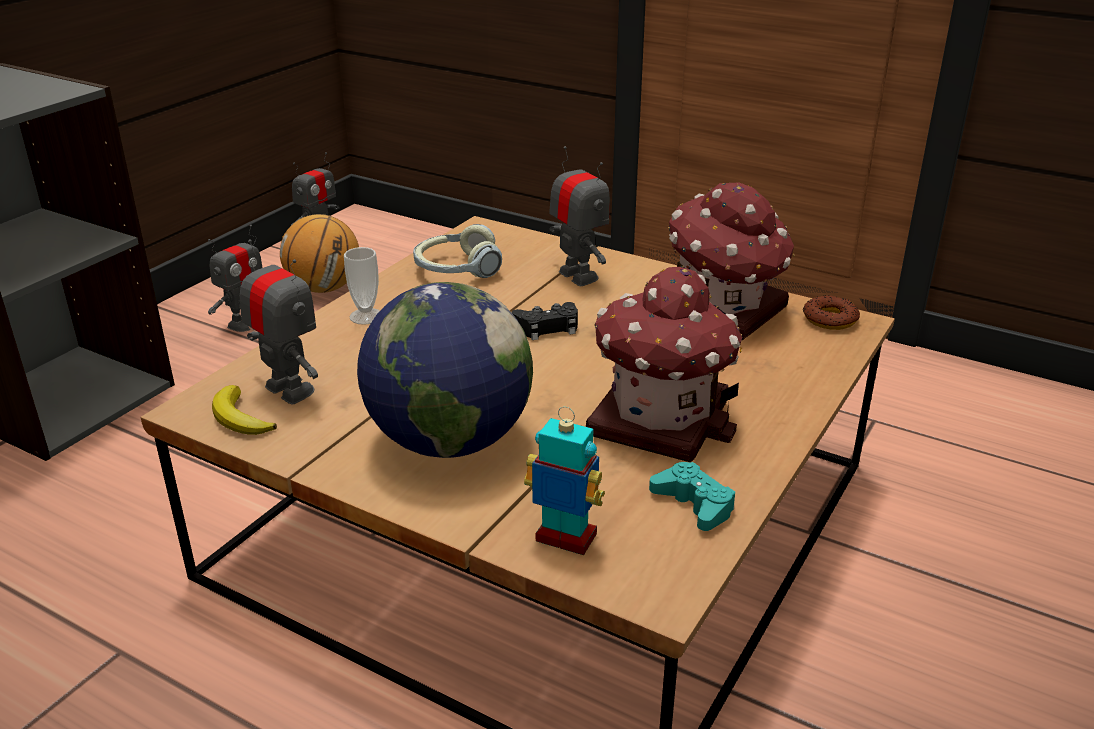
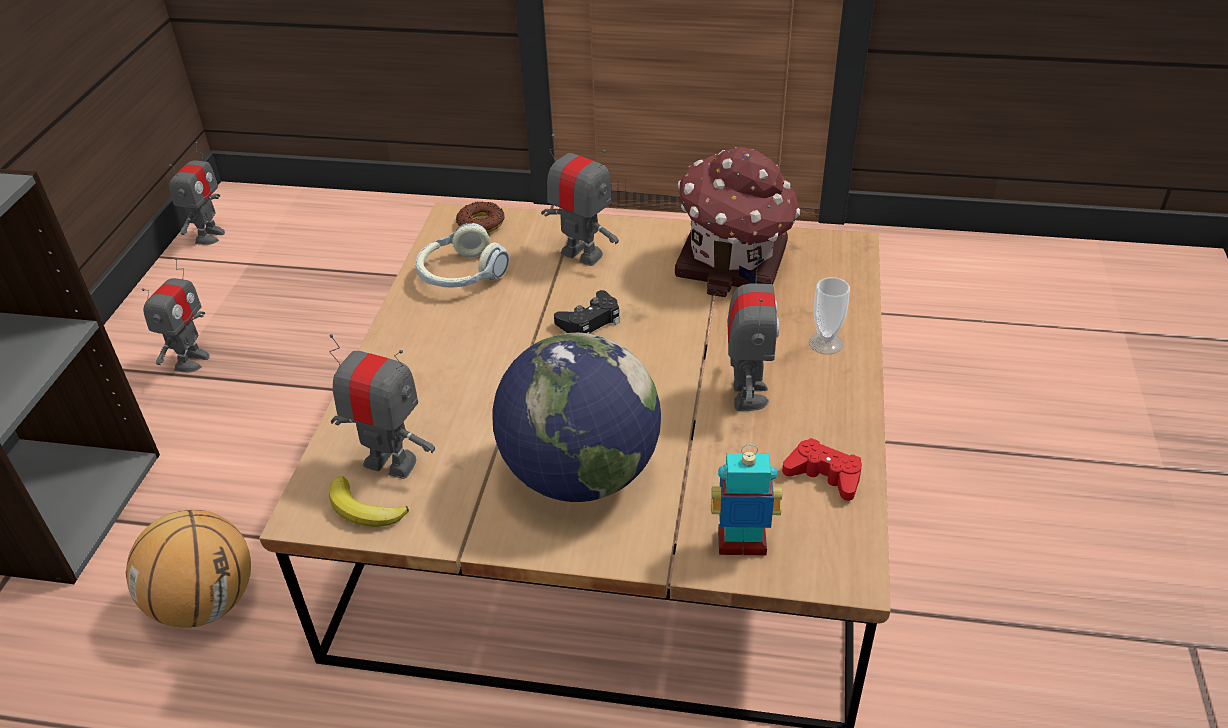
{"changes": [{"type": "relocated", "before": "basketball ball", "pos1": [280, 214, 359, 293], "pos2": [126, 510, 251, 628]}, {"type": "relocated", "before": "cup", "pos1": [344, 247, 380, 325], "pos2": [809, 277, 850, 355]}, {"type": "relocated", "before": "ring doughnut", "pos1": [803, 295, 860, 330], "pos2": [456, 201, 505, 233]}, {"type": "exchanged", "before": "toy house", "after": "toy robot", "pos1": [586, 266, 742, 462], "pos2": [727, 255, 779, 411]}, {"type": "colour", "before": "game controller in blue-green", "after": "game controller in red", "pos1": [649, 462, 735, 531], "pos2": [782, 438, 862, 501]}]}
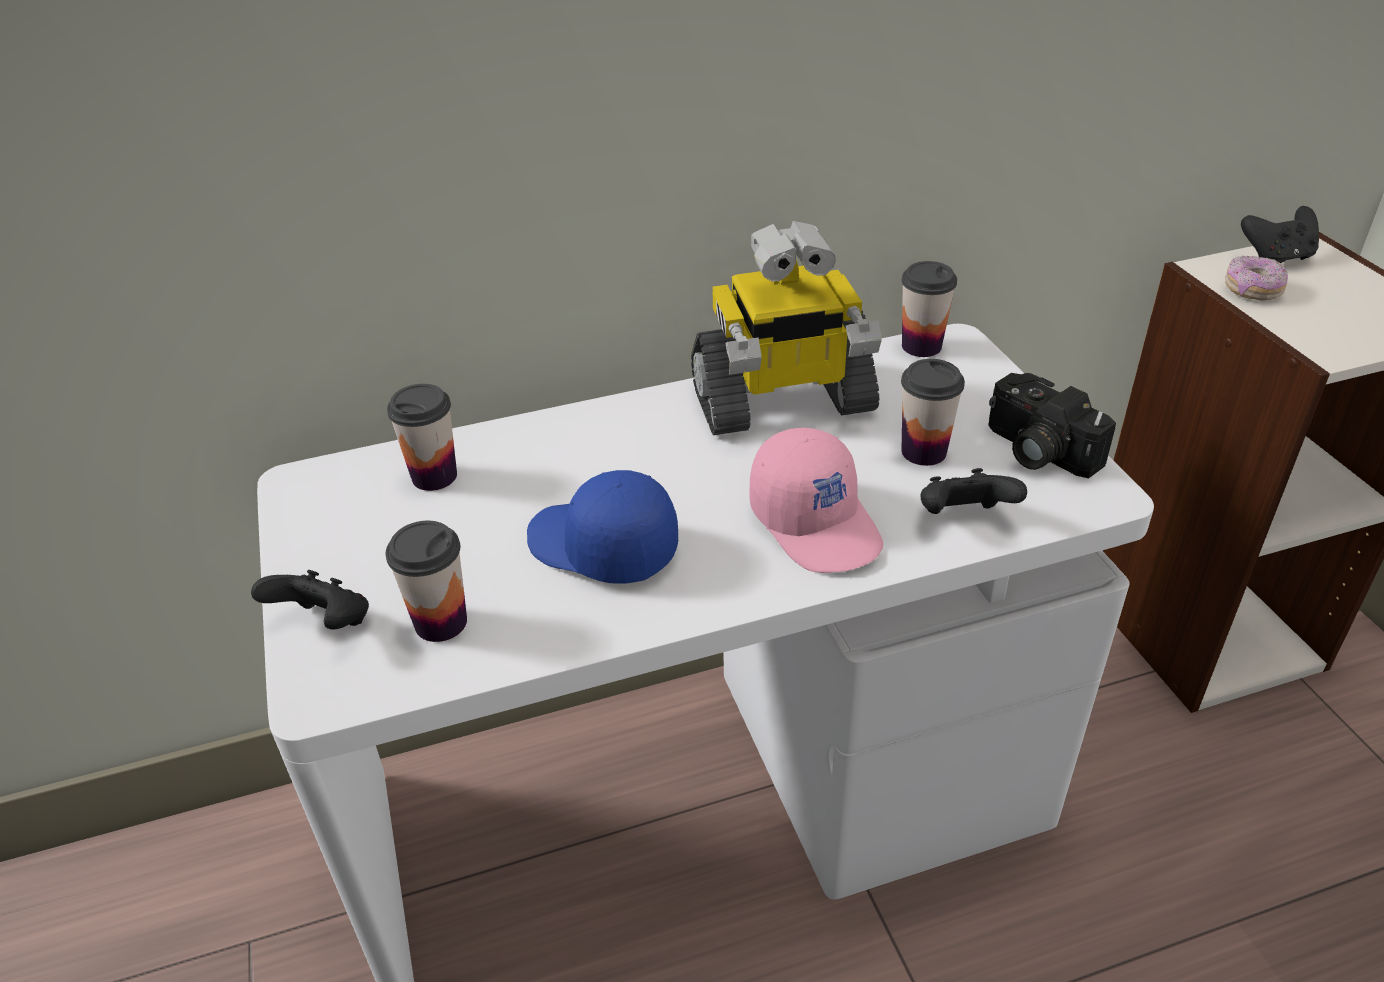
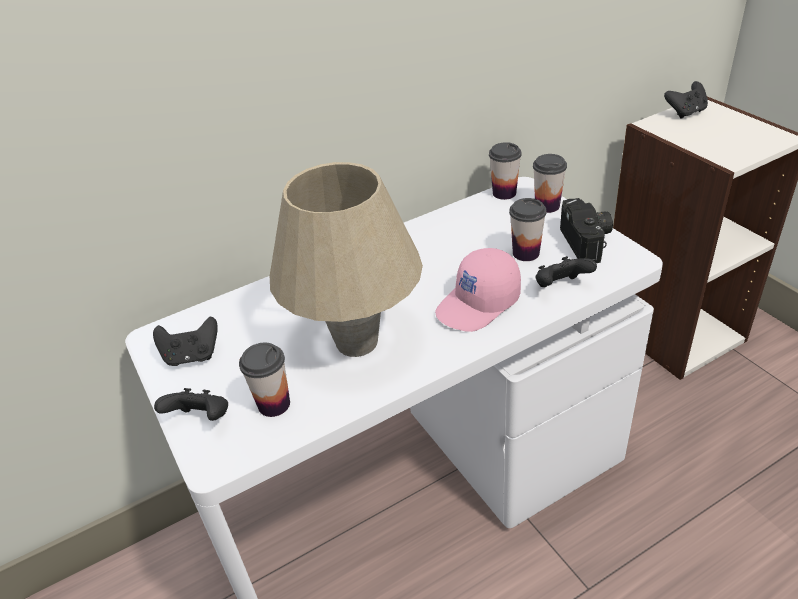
{"changes": [{"type": "missing", "before": "toy robot", "pos1": [691, 221, 882, 435]}, {"type": "missing", "before": "ring doughnut", "pos1": [1225, 256, 1288, 301]}, {"type": "appeared", "after": "game controller in black-coloured", "pos2": [153, 317, 218, 366]}, {"type": "relocated", "before": "cup", "pos1": [387, 384, 457, 491], "pos2": [533, 154, 567, 213]}, {"type": "exchanged", "before": "baseball cap in bluish", "after": "lamp for a table in beige", "pos1": [527, 470, 678, 584], "pos2": [270, 162, 423, 357]}, {"type": "spun", "before": "baseball cap in pink", "pos1": [749, 428, 883, 573], "pos2": [435, 248, 521, 332], "turn": 90}, {"type": "spun", "before": "photo camera", "pos1": [988, 373, 1116, 478], "pos2": [560, 198, 613, 263], "turn": -135}]}
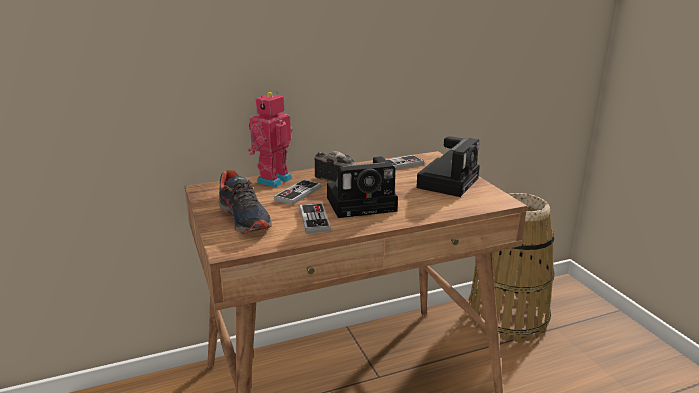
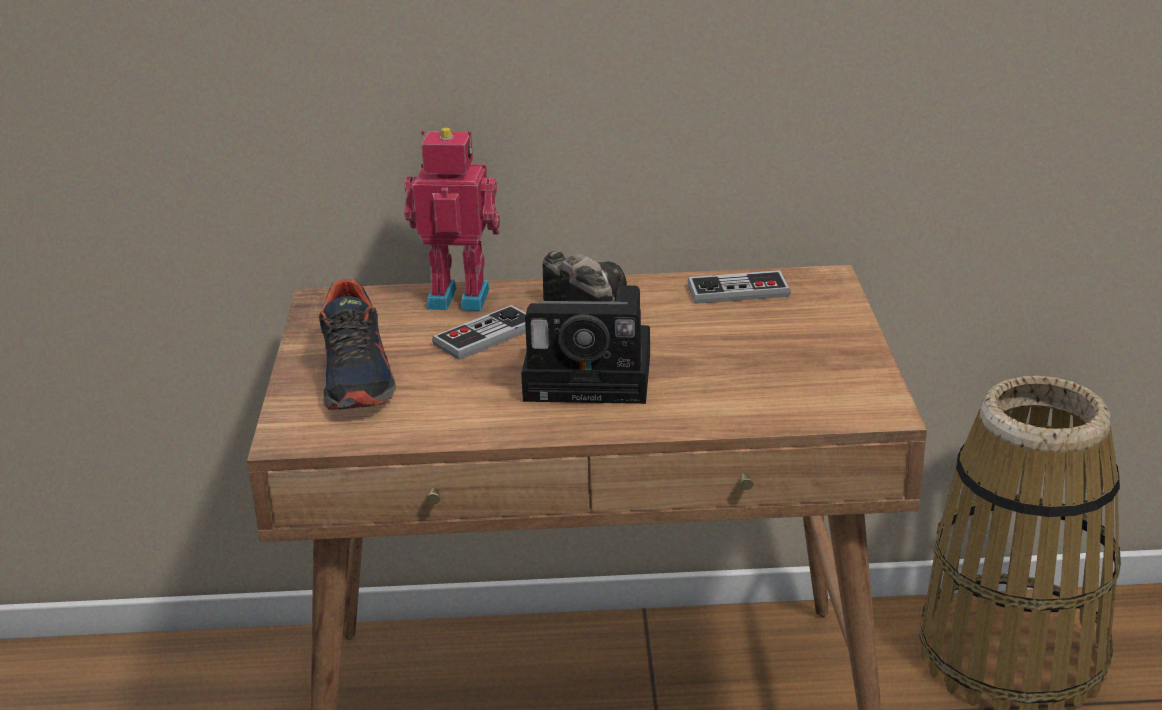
{"changes": [{"type": "missing", "before": "game controller", "pos1": [300, 203, 331, 233]}, {"type": "missing", "before": "photo camera", "pos1": [416, 136, 480, 197]}, {"type": "spun", "before": "toy robot", "pos1": [248, 91, 292, 187], "pos2": [404, 128, 500, 311], "turn": 45}]}
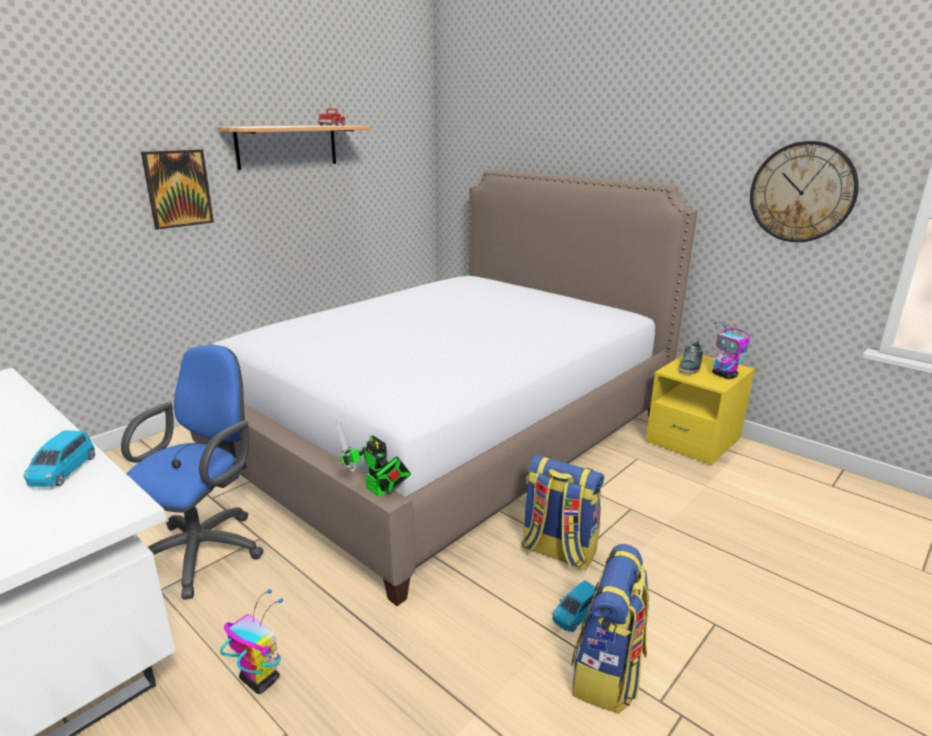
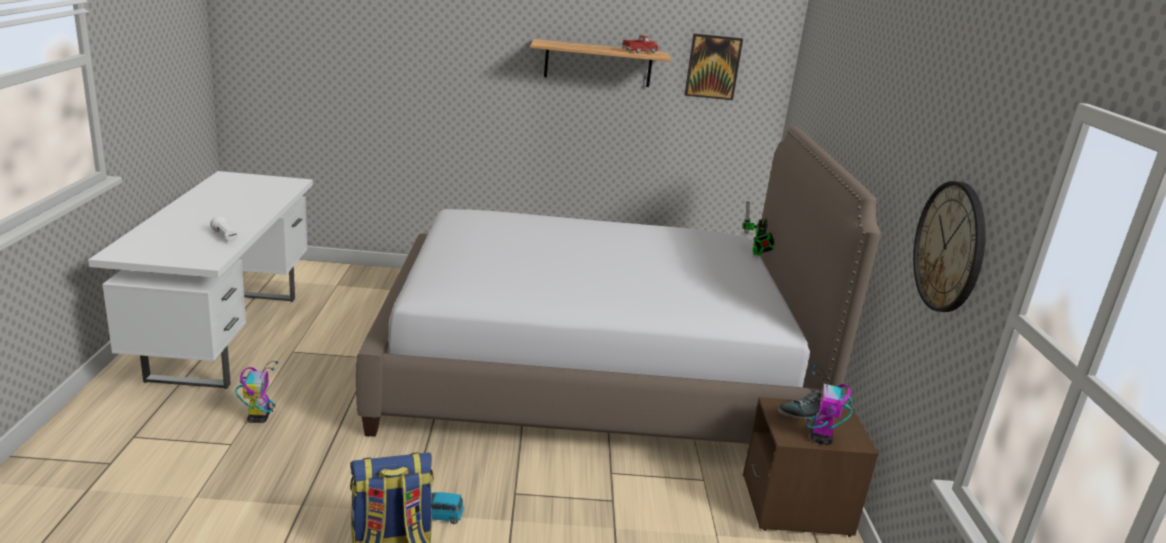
{"changes": [{"type": "missing", "before": "office chair in bluish", "pos1": [121, 345, 264, 600]}, {"type": "missing", "before": "backpack", "pos1": [521, 455, 604, 570]}, {"type": "relocated", "before": "wall picture", "pos1": [141, 149, 214, 230], "pos2": [685, 33, 743, 100]}, {"type": "relocated", "before": "toy robot", "pos1": [336, 420, 411, 497], "pos2": [742, 200, 774, 256]}, {"type": "exchanged", "before": "model car in bluish", "after": "flashlight in white", "pos1": [23, 430, 95, 487], "pos2": [210, 216, 238, 241]}, {"type": "colour", "before": "night table in yellow", "after": "night table in brownish", "pos1": [646, 355, 755, 465], "pos2": [743, 397, 878, 537]}]}
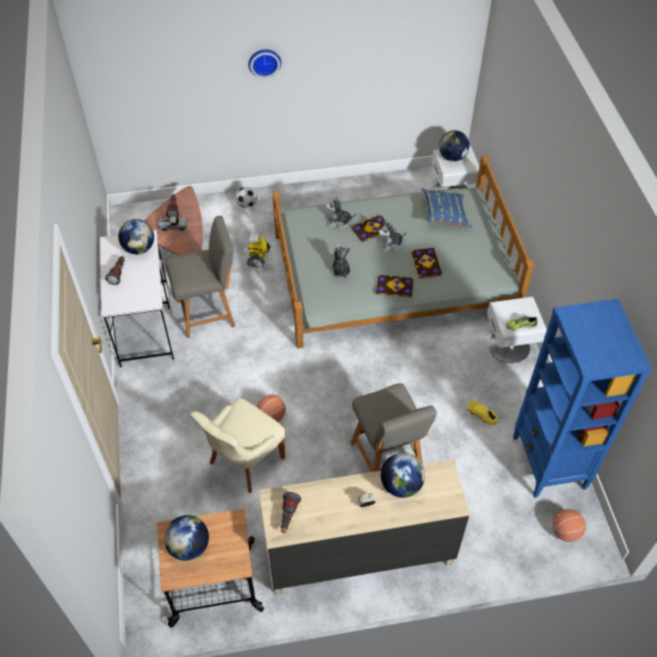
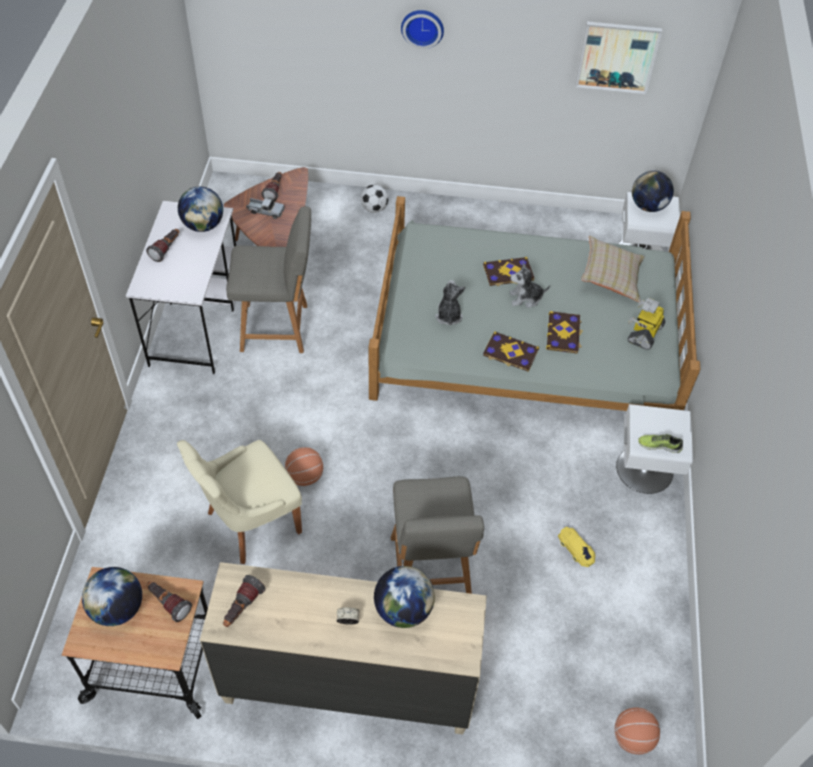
{"changes": [{"type": "missing", "before": "soft toy", "pos1": [326, 195, 356, 229]}, {"type": "missing", "before": "bookshelf in bluish", "pos1": [513, 299, 652, 498]}, {"type": "appeared", "after": "flashlight", "pos2": [146, 581, 192, 622]}, {"type": "appeared", "after": "wall picture", "pos2": [575, 21, 662, 94]}, {"type": "relocated", "before": "toy robot", "pos1": [243, 233, 270, 268], "pos2": [628, 298, 665, 350]}, {"type": "colour", "before": "throw pillow in bluish", "after": "throw pillow in beige", "pos1": [421, 188, 472, 228], "pos2": [581, 235, 645, 302]}]}
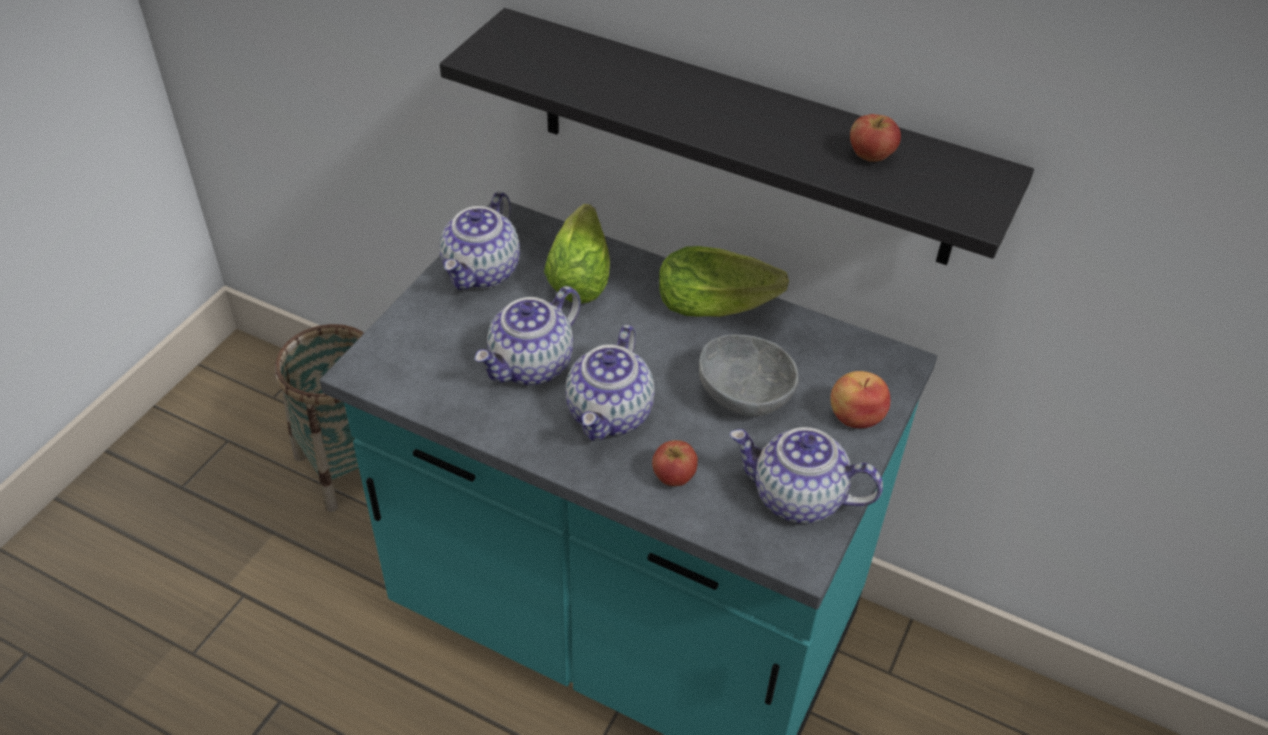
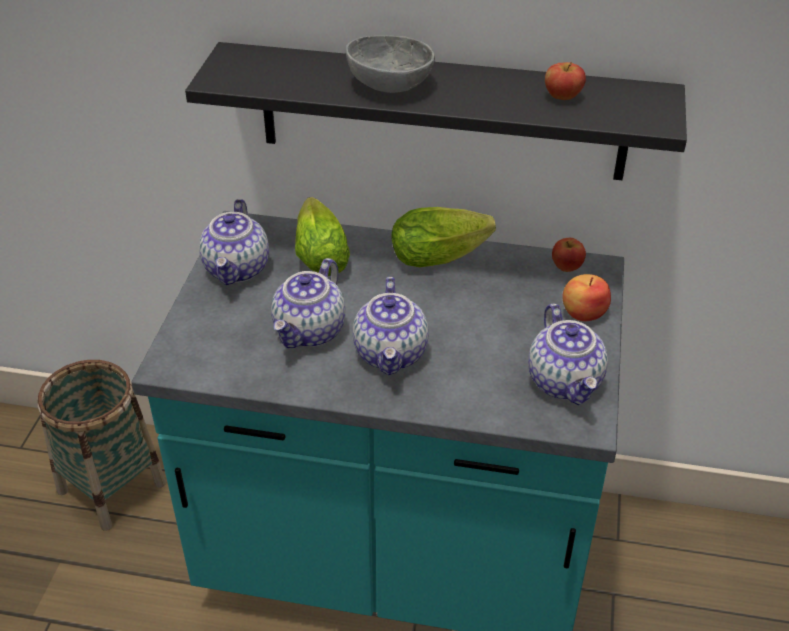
{"changes": [{"type": "relocated", "before": "whole apple", "pos1": [652, 440, 698, 486], "pos2": [552, 238, 586, 272]}, {"type": "relocated", "before": "deep dish in greyish", "pos1": [699, 335, 799, 416], "pos2": [346, 35, 435, 93]}, {"type": "spun", "before": "tea pot", "pos1": [729, 427, 883, 523], "pos2": [528, 304, 608, 405], "turn": -105}]}
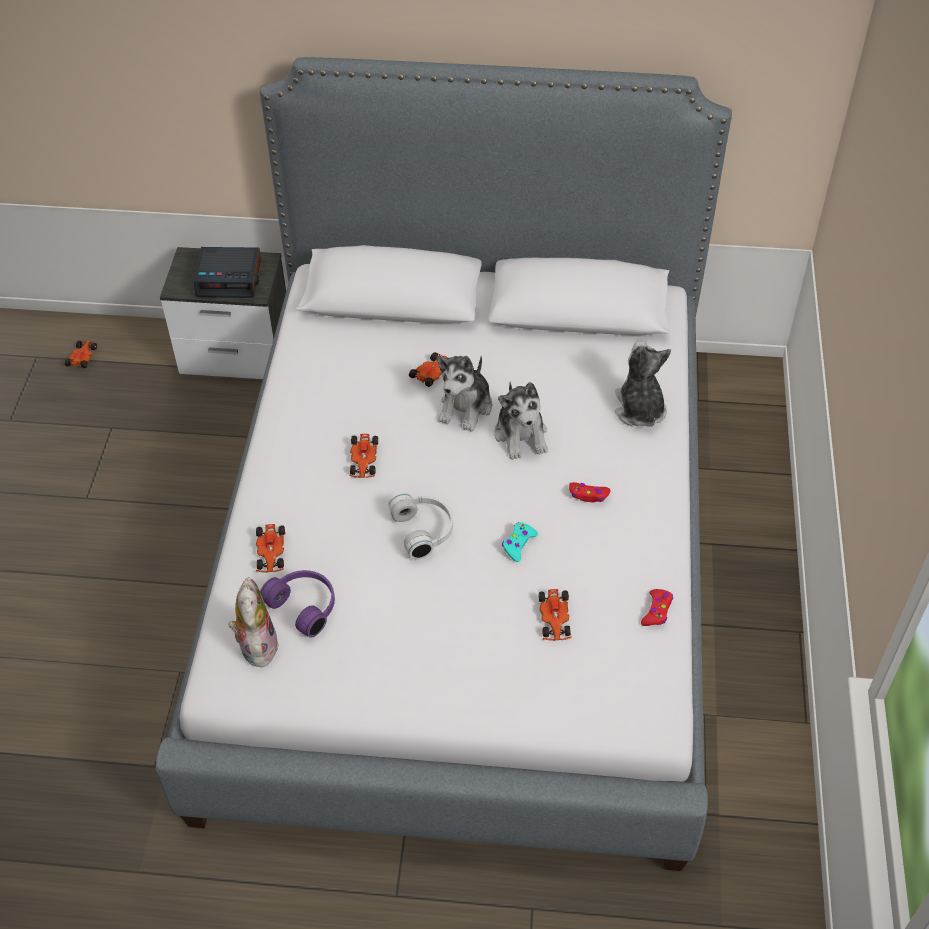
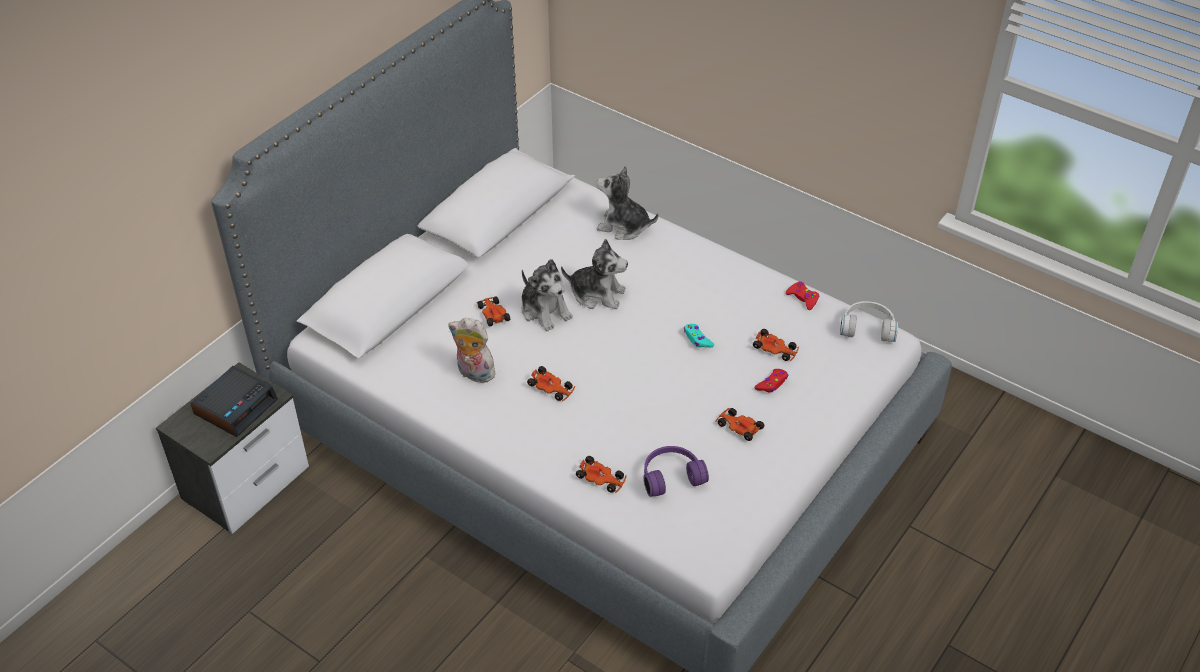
{"changes": [{"type": "relocated", "before": "model car", "pos1": [65, 341, 98, 368], "pos2": [715, 408, 764, 441]}, {"type": "relocated", "before": "soft toy", "pos1": [228, 577, 279, 667], "pos2": [448, 318, 495, 383]}, {"type": "relocated", "before": "headphones in white", "pos1": [388, 493, 453, 559], "pos2": [840, 301, 898, 342]}, {"type": "relocated", "before": "game controller in red", "pos1": [569, 482, 611, 502], "pos2": [754, 369, 788, 392]}]}
